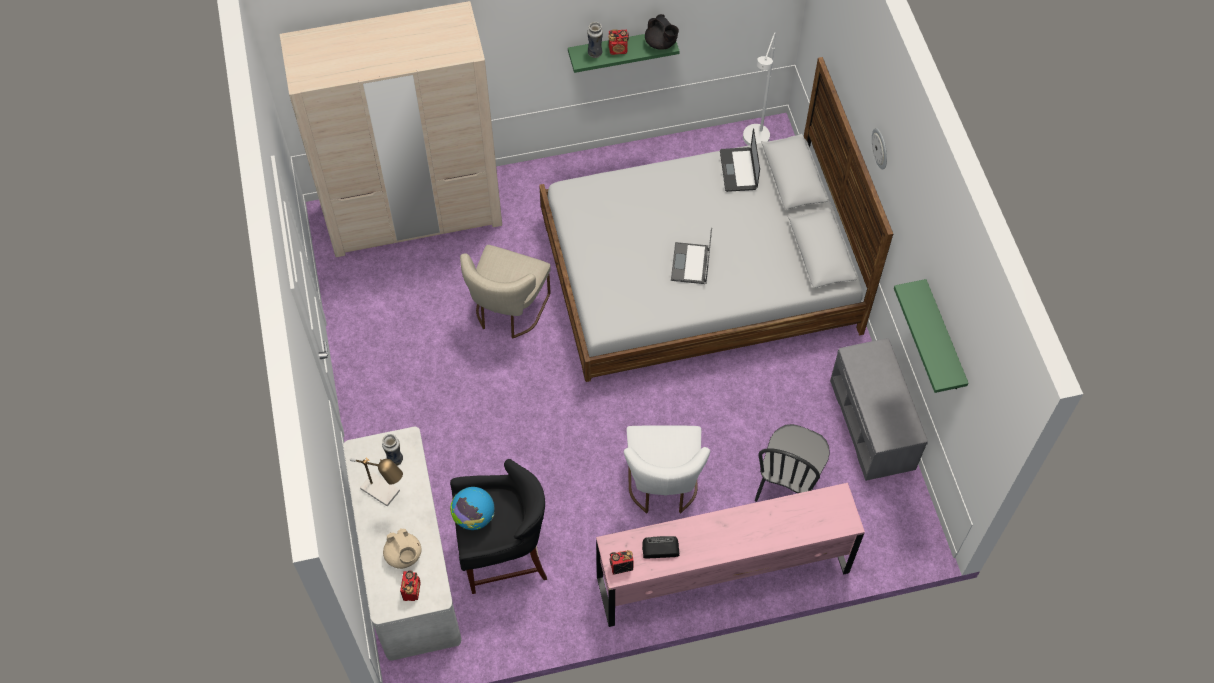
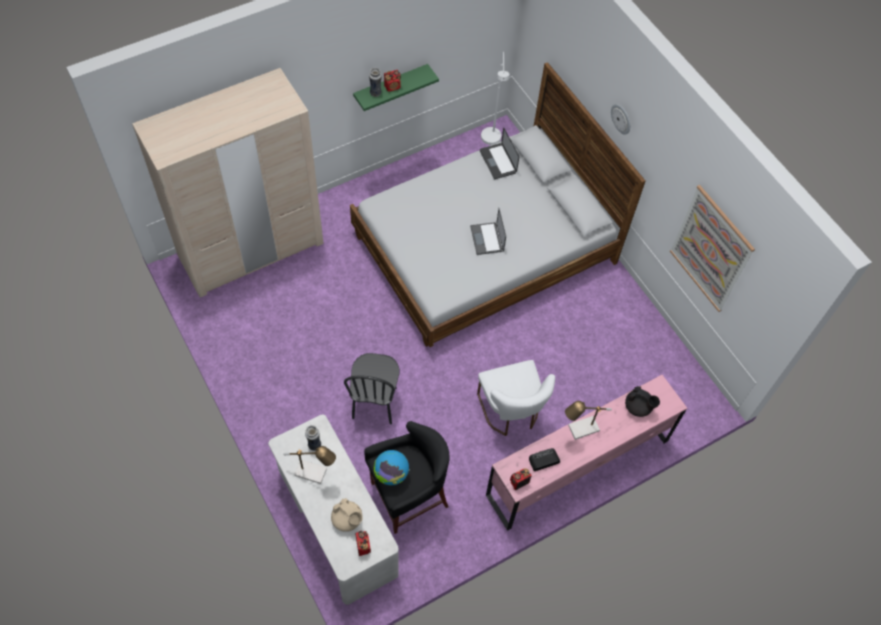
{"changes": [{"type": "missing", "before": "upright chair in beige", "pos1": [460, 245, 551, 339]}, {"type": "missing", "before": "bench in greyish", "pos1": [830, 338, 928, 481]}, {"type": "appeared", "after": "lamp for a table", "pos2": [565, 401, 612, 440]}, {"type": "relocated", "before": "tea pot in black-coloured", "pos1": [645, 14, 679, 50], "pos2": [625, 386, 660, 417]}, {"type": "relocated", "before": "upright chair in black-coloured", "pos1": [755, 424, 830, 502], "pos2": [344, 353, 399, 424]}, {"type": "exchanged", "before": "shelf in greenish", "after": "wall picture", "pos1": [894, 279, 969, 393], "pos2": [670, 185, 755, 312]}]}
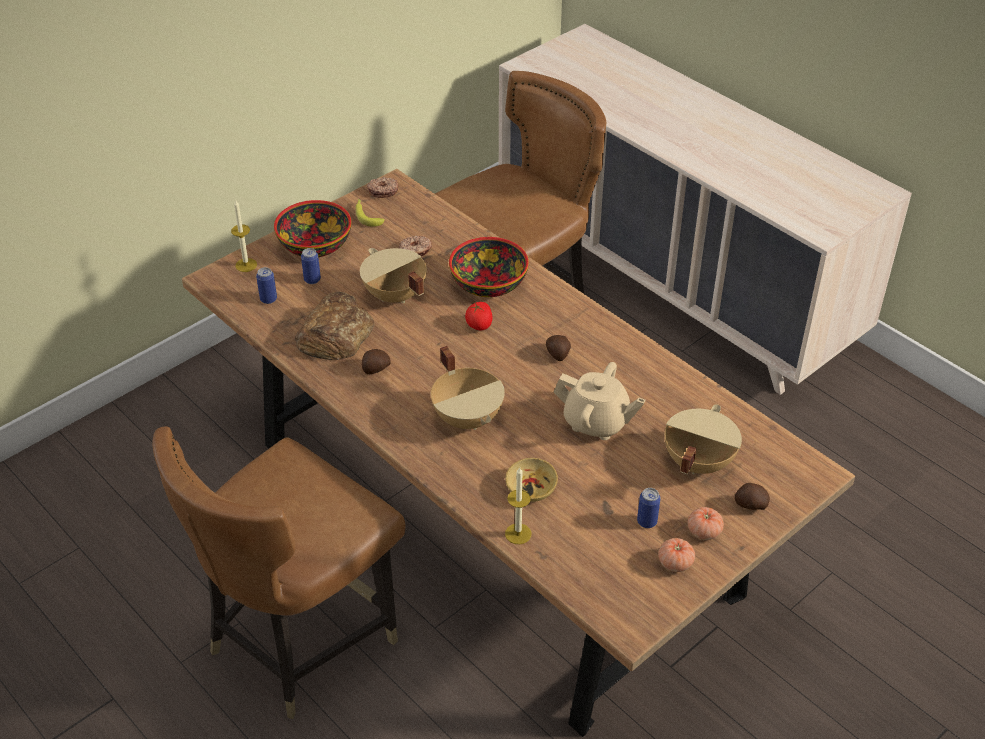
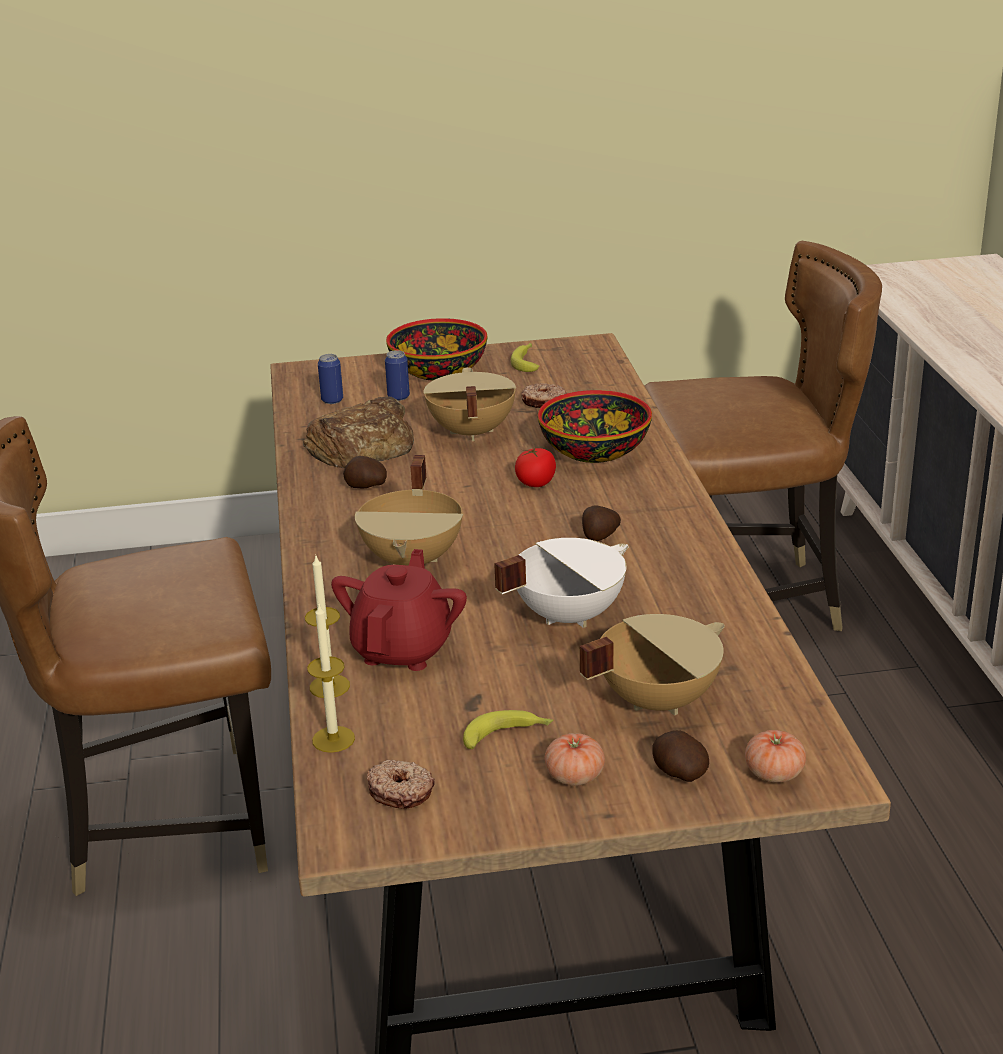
{"changes": [{"type": "relocated", "before": "wax candle", "pos1": [231, 199, 257, 272], "pos2": [307, 604, 355, 753]}, {"type": "relocated", "before": "ring doughnut", "pos1": [367, 177, 398, 198], "pos2": [367, 760, 435, 809]}, {"type": "relocated", "before": "fresh tomato", "pos1": [658, 538, 695, 572], "pos2": [745, 730, 806, 783]}, {"type": "exchanged", "before": "deep dish in beige", "after": "tea pot in red", "pos1": [505, 458, 558, 502], "pos2": [331, 549, 467, 671]}, {"type": "exchanged", "before": "tea pot in beige", "after": "stockpot in white", "pos1": [554, 362, 645, 440], "pos2": [494, 538, 628, 628]}, {"type": "exchanged", "before": "metal can", "after": "whole banana", "pos1": [637, 488, 660, 528], "pos2": [463, 710, 553, 749]}]}
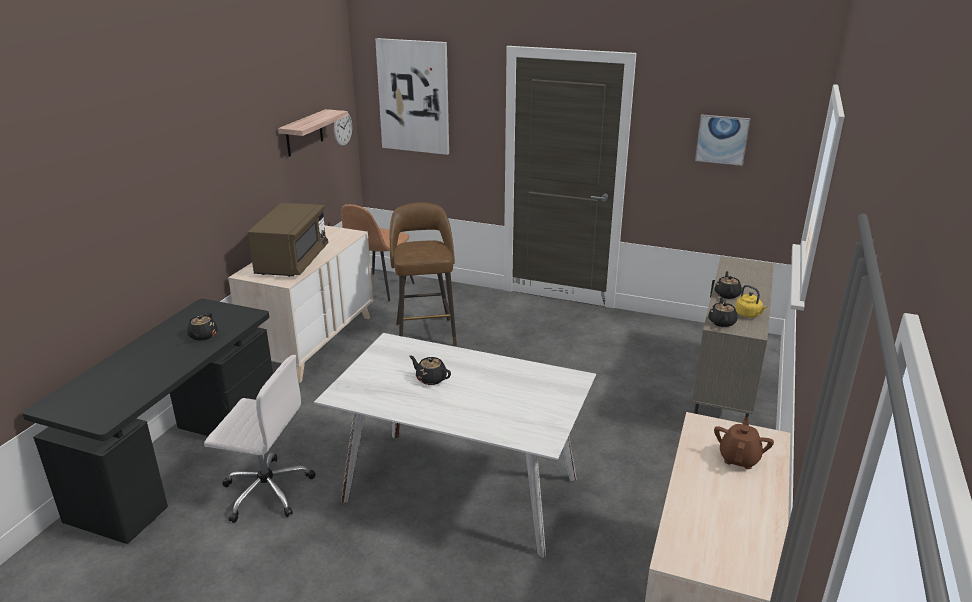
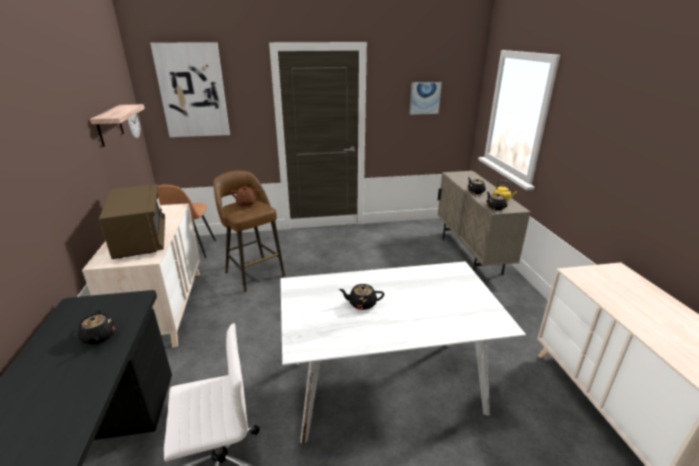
{"changes": [{"type": "relocated", "before": "tea pot in brownish", "pos1": [714, 417, 774, 469], "pos2": [231, 185, 259, 207]}]}
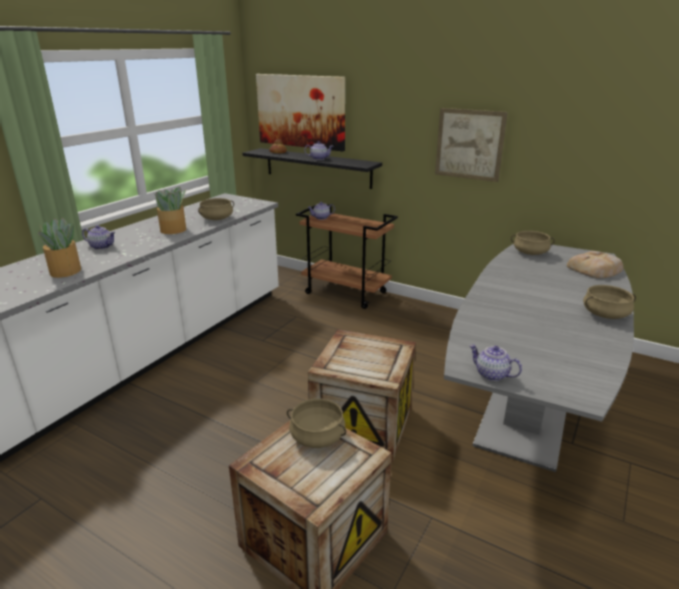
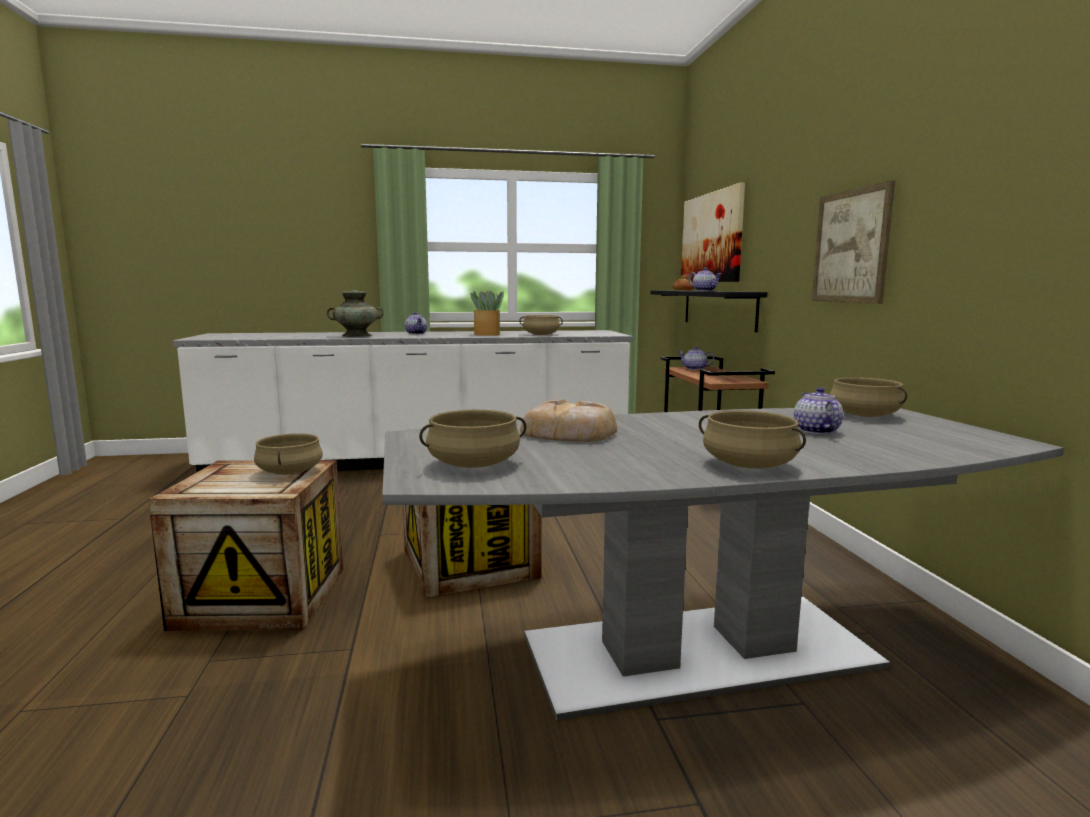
{"changes": [{"type": "appeared", "after": "stockpot in beige", "pos2": [419, 410, 526, 468]}, {"type": "relocated", "before": "tea pot", "pos1": [469, 344, 522, 381], "pos2": [794, 387, 843, 434]}, {"type": "relocated", "before": "bakery bread", "pos1": [567, 251, 623, 278], "pos2": [520, 399, 617, 442]}, {"type": "exchanged", "before": "plant in a pot", "after": "vase in blue-green", "pos1": [38, 218, 81, 278], "pos2": [327, 290, 384, 337]}]}
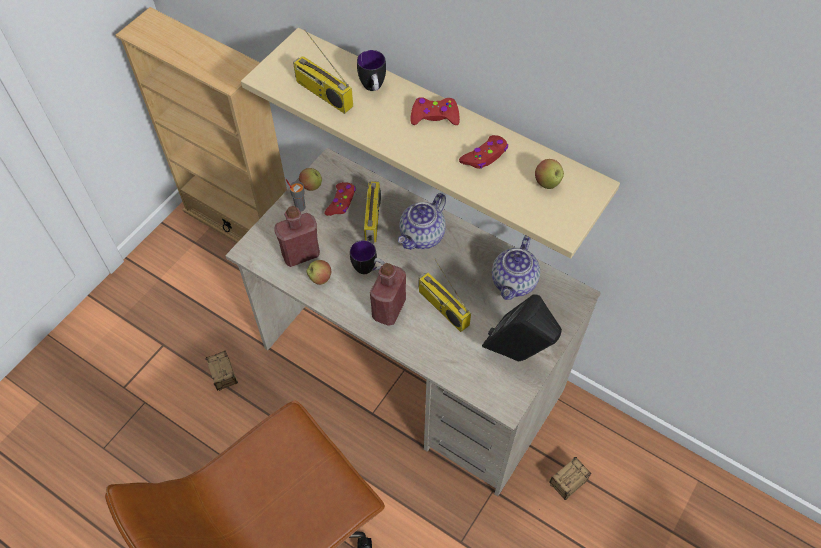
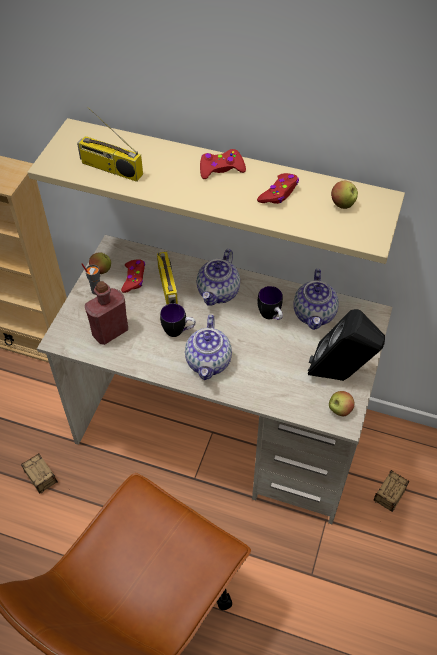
{"changes": [{"type": "missing", "before": "radio receiver", "pos1": [419, 258, 471, 332]}, {"type": "relocated", "before": "whole apple", "pos1": [307, 260, 331, 285], "pos2": [329, 391, 354, 416]}, {"type": "relocated", "before": "coffee mug", "pos1": [357, 50, 386, 91], "pos2": [258, 286, 283, 320]}, {"type": "exchanged", "before": "drink bottle in red", "after": "tea pot", "pos1": [370, 263, 406, 325], "pos2": [185, 315, 232, 380]}]}
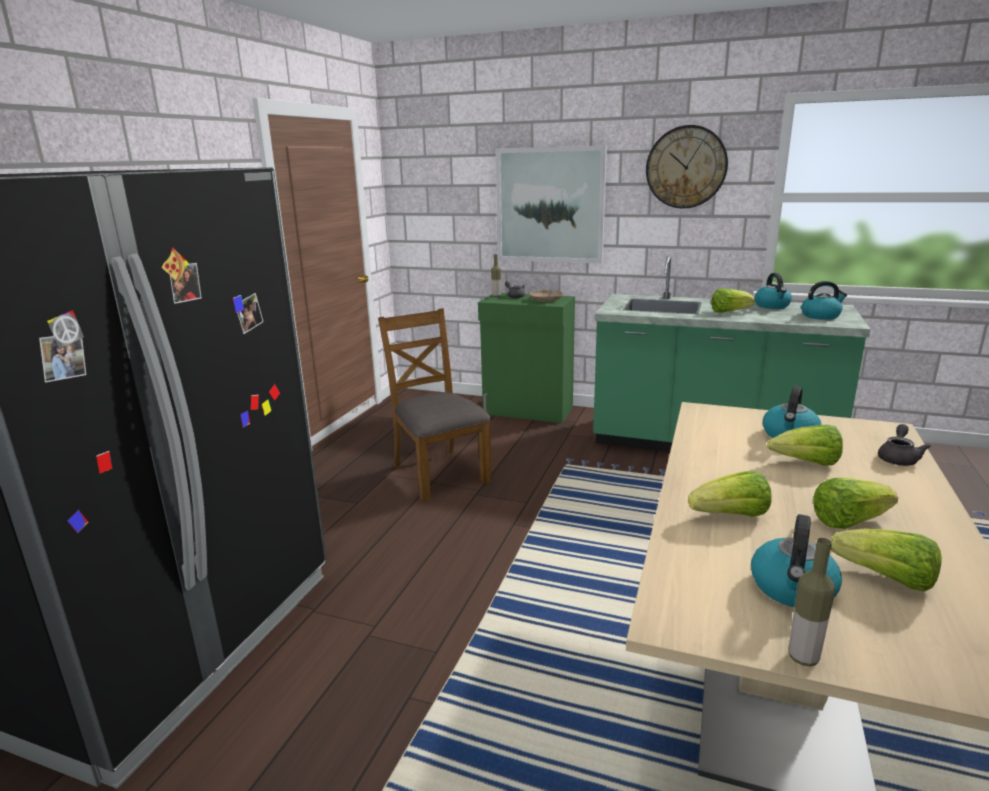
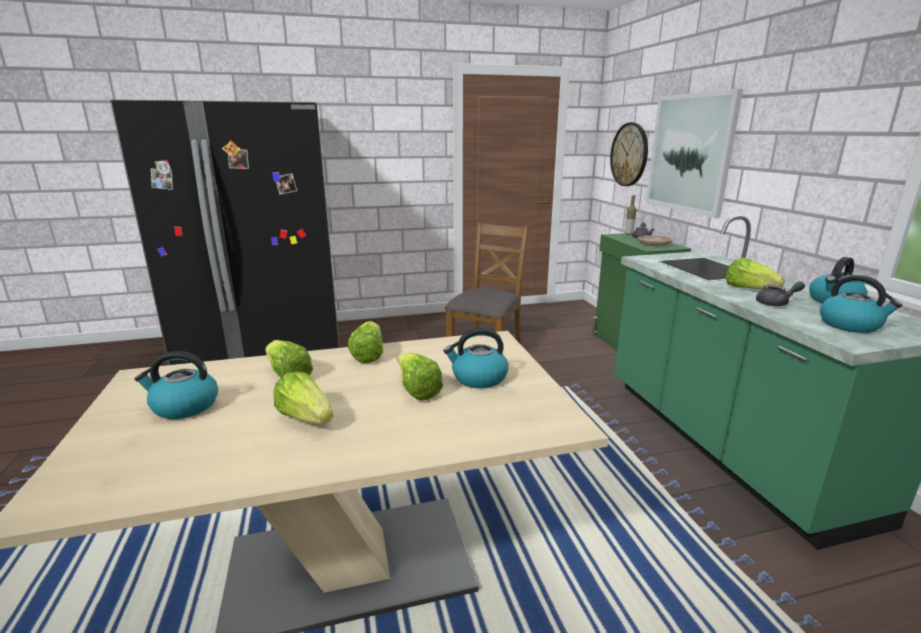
{"changes": [{"type": "missing", "before": "drink bottle", "pos1": [789, 538, 835, 667]}, {"type": "relocated", "before": "clock on the wall", "pos1": [646, 125, 728, 209], "pos2": [610, 122, 648, 186]}, {"type": "relocated", "before": "head of lettuce", "pos1": [831, 529, 942, 591], "pos2": [348, 321, 383, 363]}, {"type": "relocated", "before": "tea pot in greyish", "pos1": [878, 424, 931, 466], "pos2": [756, 281, 805, 306]}]}
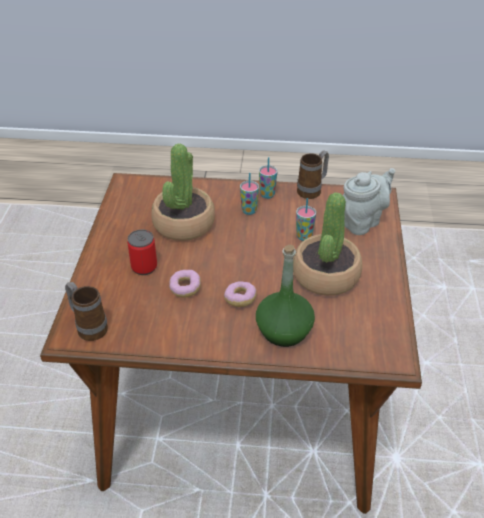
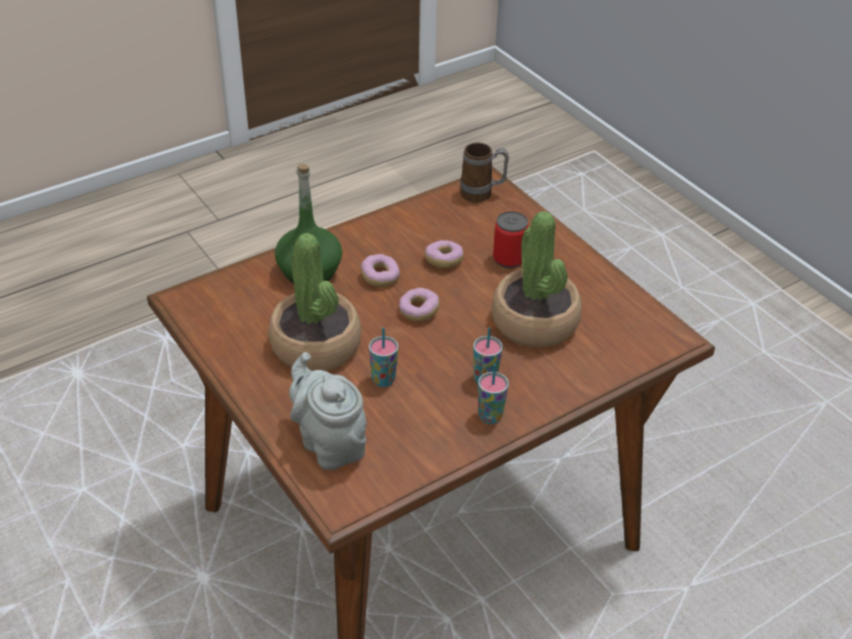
{"changes": [{"type": "missing", "before": "coffee mug", "pos1": [297, 150, 329, 199]}, {"type": "appeared", "after": "ring doughnut", "pos2": [399, 288, 440, 321]}, {"type": "spun", "before": "tea pot in greyish", "pos1": [343, 168, 395, 235], "pos2": [289, 352, 366, 470], "turn": 135}]}
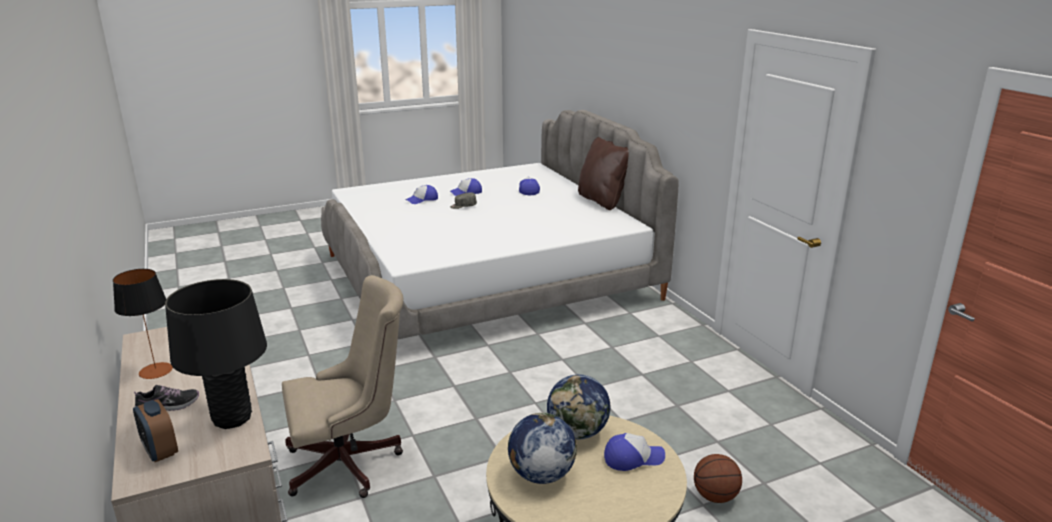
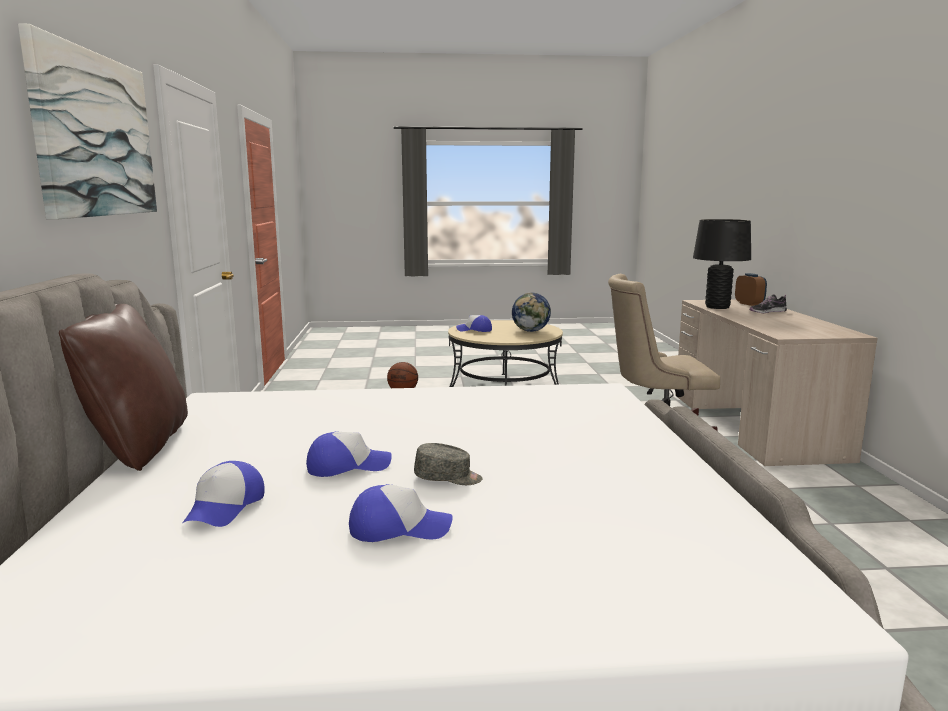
{"changes": [{"type": "missing", "before": "lamp for a table", "pos1": [113, 269, 173, 379]}, {"type": "missing", "before": "globe", "pos1": [547, 374, 610, 439]}, {"type": "appeared", "after": "wall picture", "pos2": [18, 24, 157, 220]}, {"type": "relocated", "before": "baseball cap", "pos1": [406, 185, 438, 204], "pos2": [306, 432, 392, 477]}]}
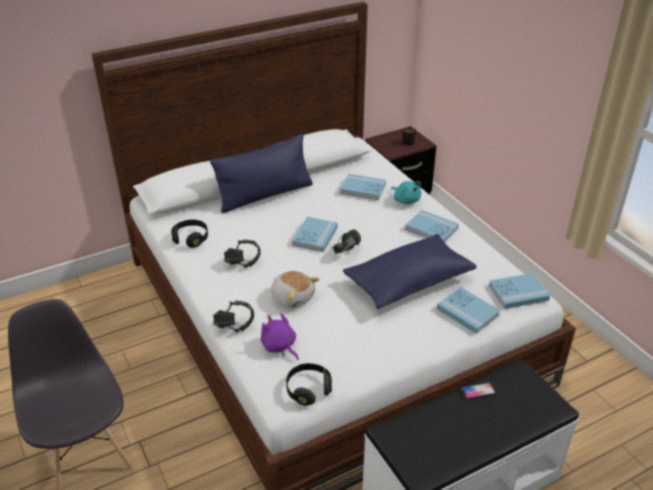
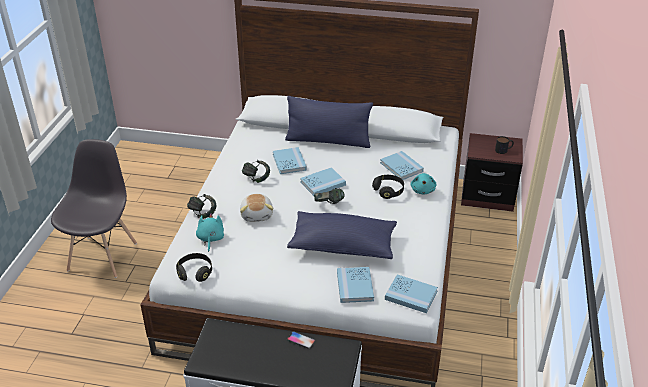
{"changes": [{"type": "relocated", "before": "headphones in black-coloured", "pos1": [171, 220, 208, 248], "pos2": [372, 175, 404, 199]}, {"type": "relocated", "before": "volume in bluish", "pos1": [405, 210, 459, 242], "pos2": [273, 147, 307, 174]}, {"type": "colour", "before": "soft toy in purplish", "after": "soft toy in blue-green", "pos1": [261, 313, 299, 360], "pos2": [196, 213, 224, 252]}]}
